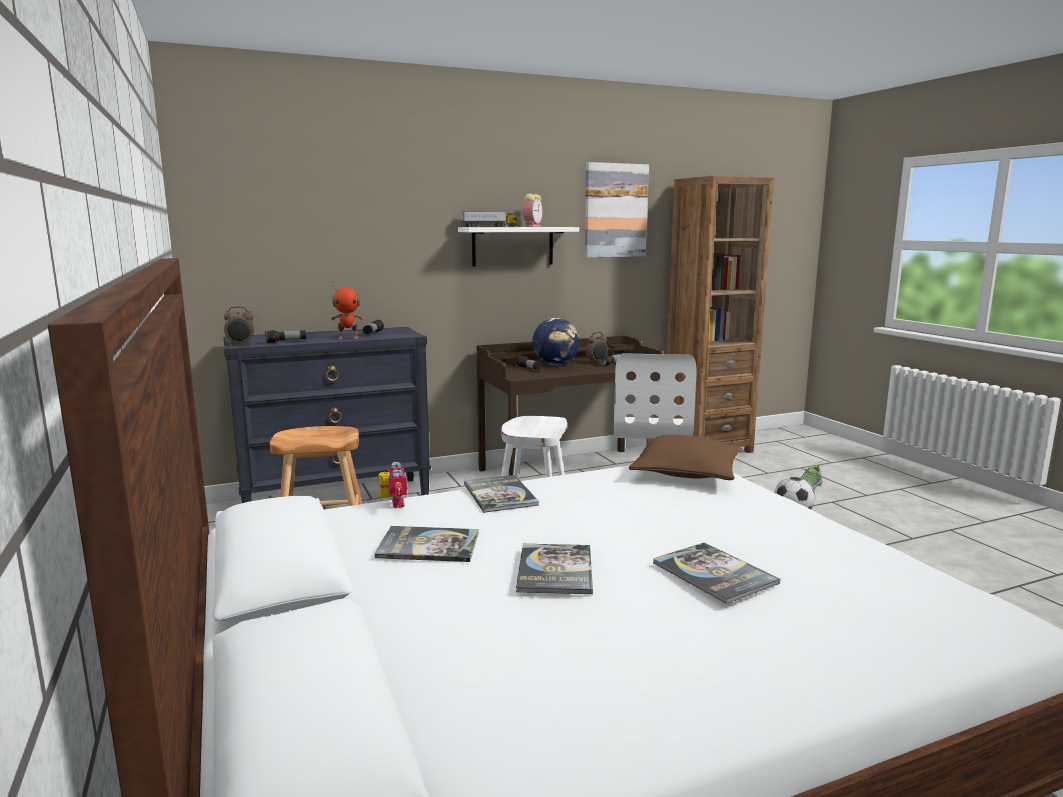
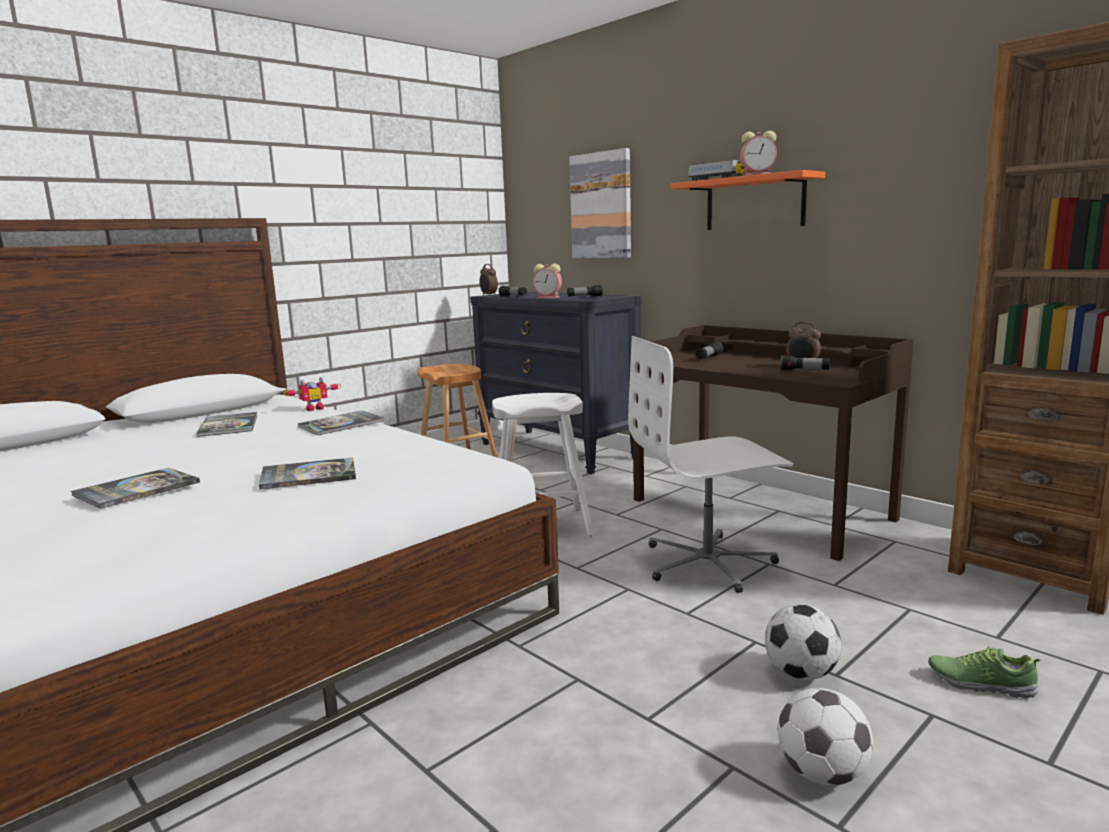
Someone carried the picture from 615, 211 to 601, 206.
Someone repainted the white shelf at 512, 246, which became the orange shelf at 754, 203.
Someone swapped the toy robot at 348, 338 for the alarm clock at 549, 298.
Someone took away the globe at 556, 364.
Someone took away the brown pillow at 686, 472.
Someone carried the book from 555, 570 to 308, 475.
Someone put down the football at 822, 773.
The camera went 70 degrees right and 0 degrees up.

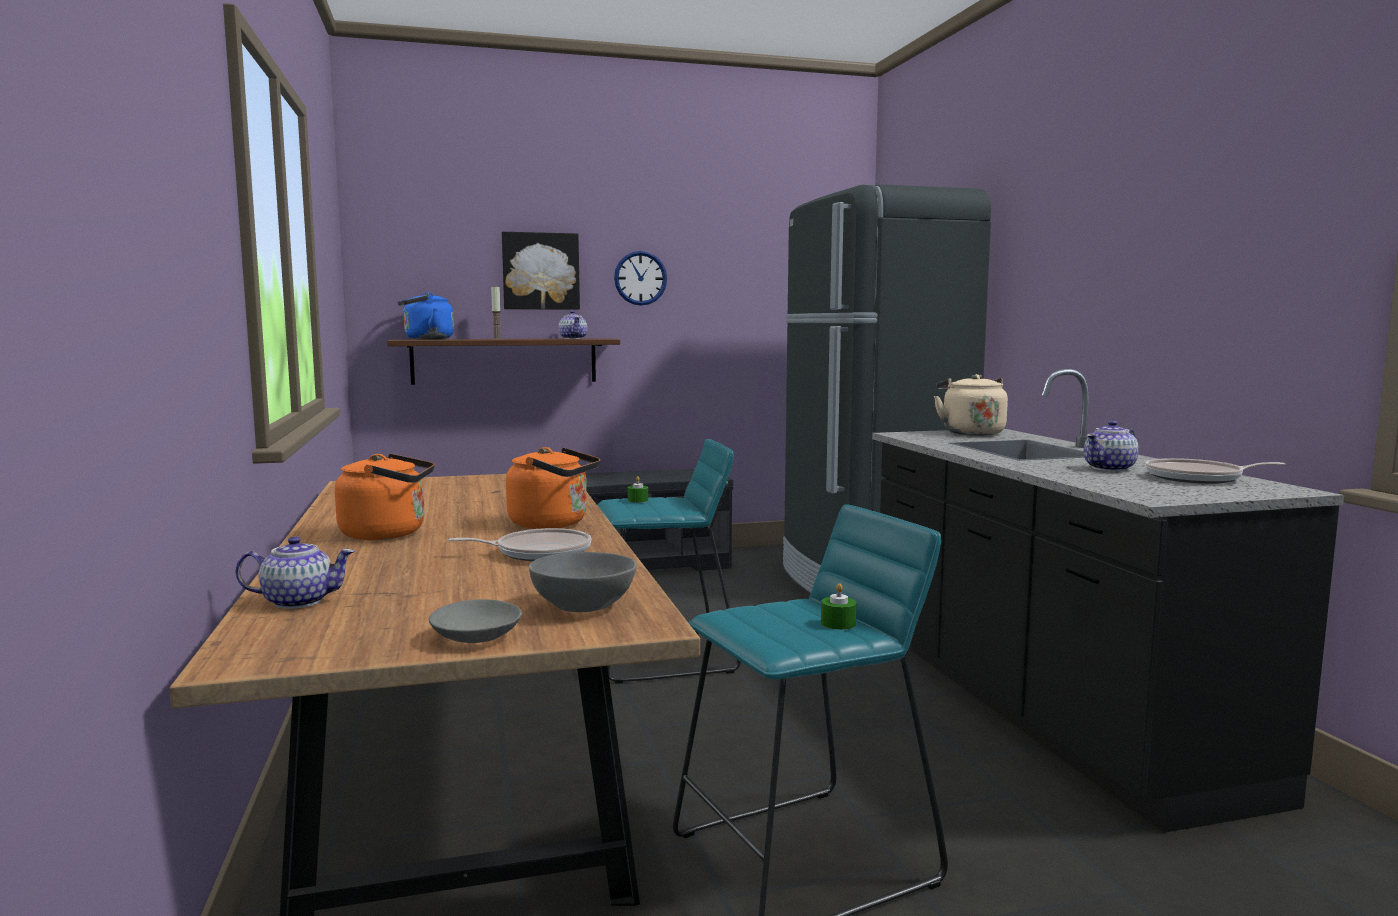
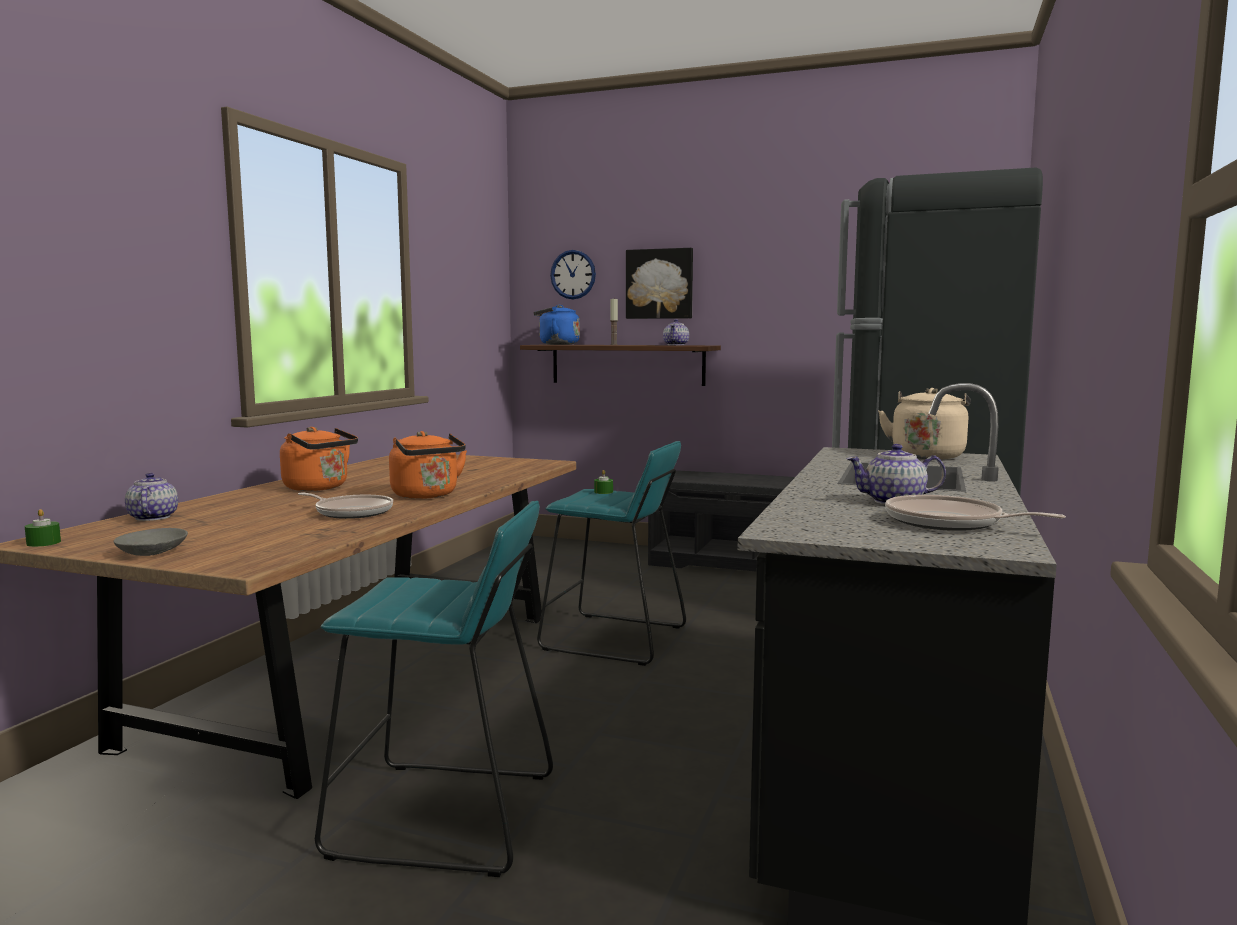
Someone carried the wall clock from 640, 278 to 573, 274.
Someone rotated the teapot at 298, 601 by 135 degrees counterclockwise.
Someone took away the grey bowl at 583, 606.
Someone carried the green candle from 838, 623 to 43, 543.
The camera went 35 degrees right and 0 degrees up.

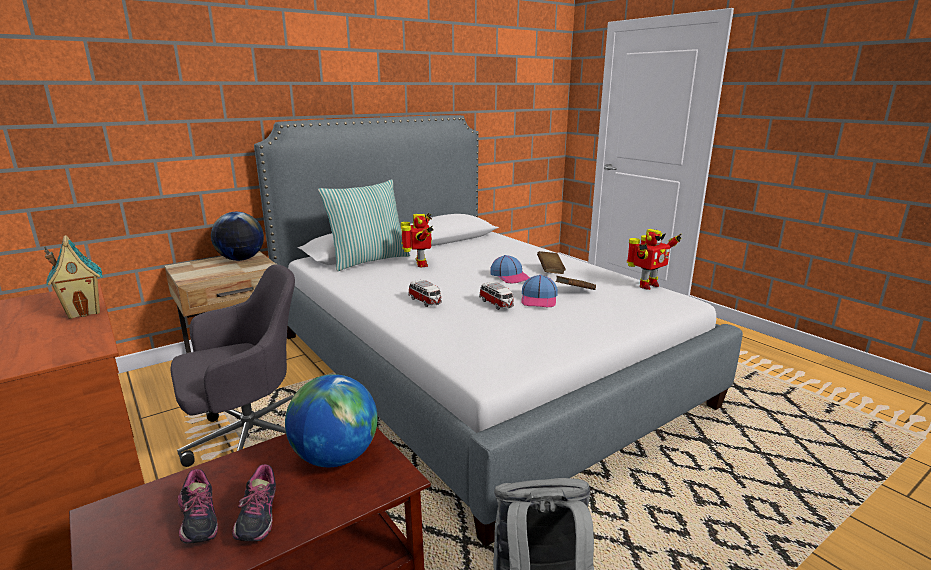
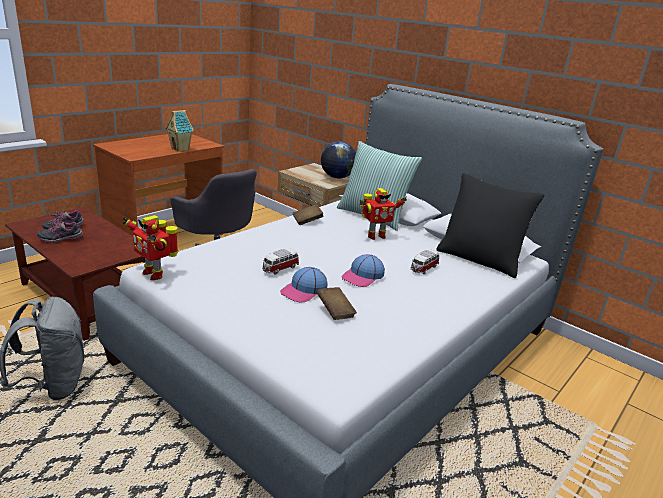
Someone carried the toy robot from 646, 285 to 154, 274.
Someone carried the brown book from 550, 270 to 307, 221.
Someone rotated the cap at 539, 299 by 45 degrees counterclockwise.
Someone carried the toy car from 425, 301 to 423, 268.
Someone took away the globe at 335, 457.
Someone put down the black pillow at 479, 259.
The camera went 75 degrees right and 5 degrees up.

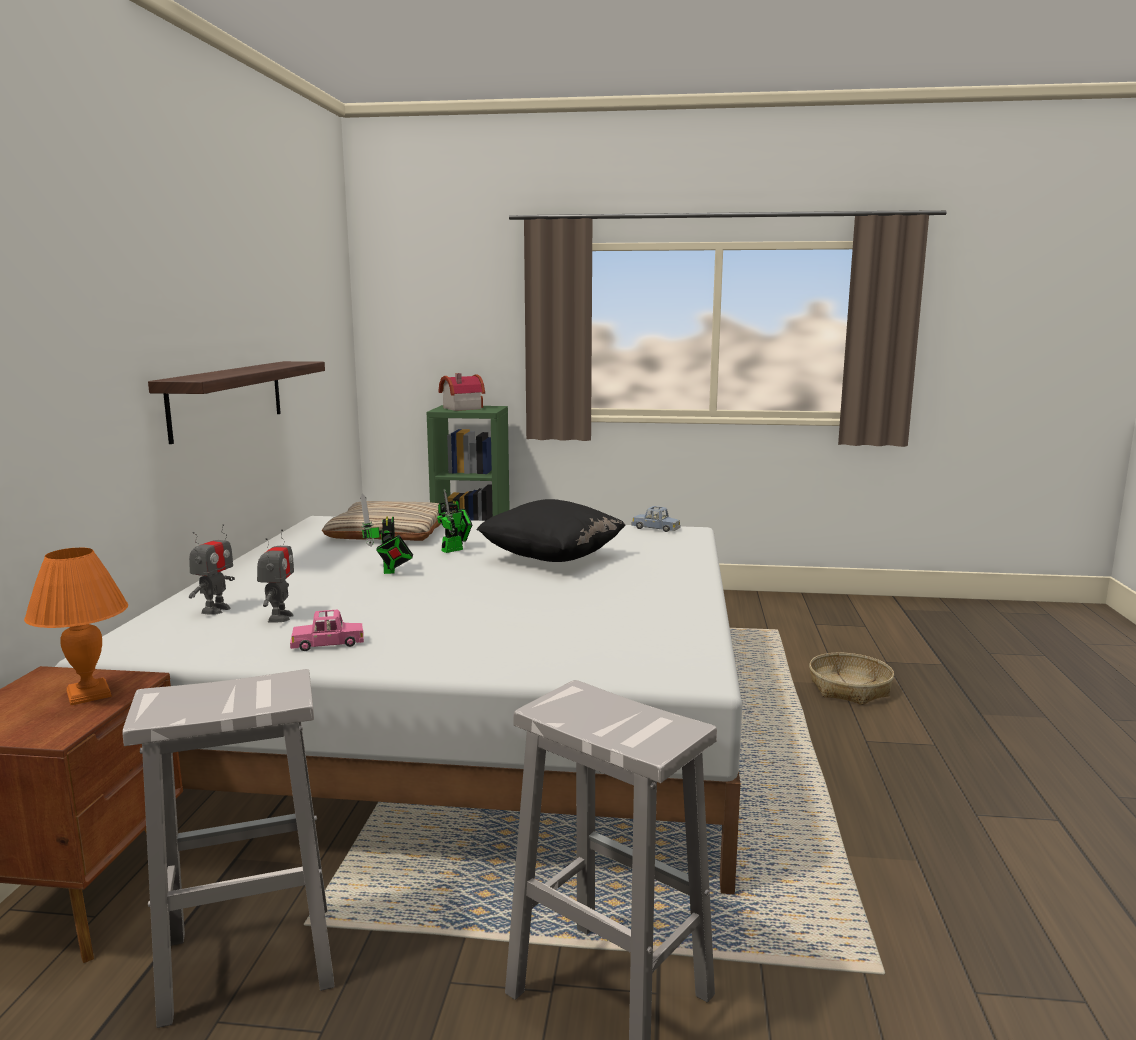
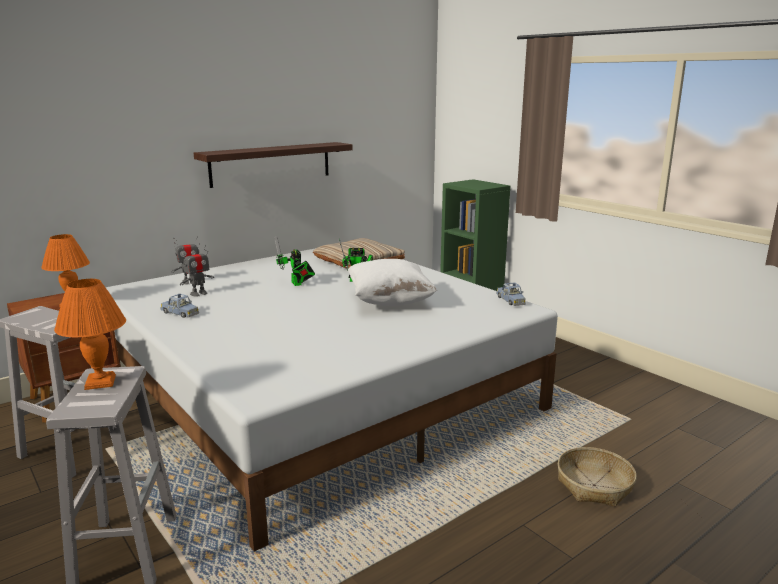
Someone took away the toy house at 460, 408.
Someone rotated the toy robot at 389, 571 by 60 degrees counterclockwise.
Someone repainted the black pillow at 551, 559, which became the white pillow at 389, 302.
Someone repainted the pink toy car at 328, 644, which became the blue toy car at 180, 313.
Someone put down the orange table lamp at 99, 382.
The camera went 45 degrees right and 5 degrees up.

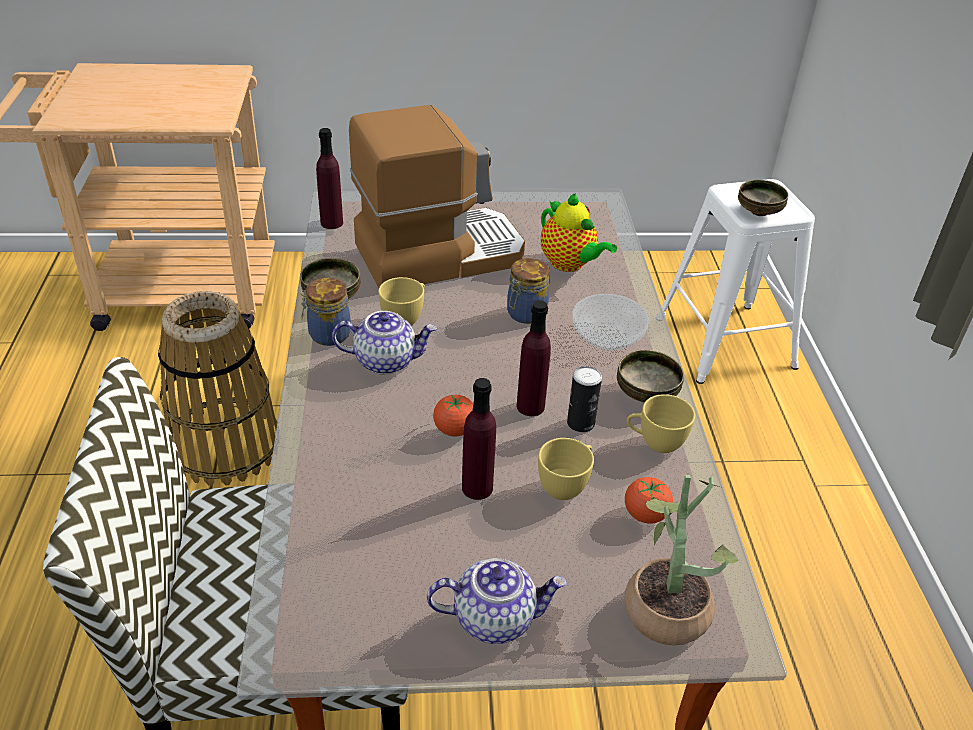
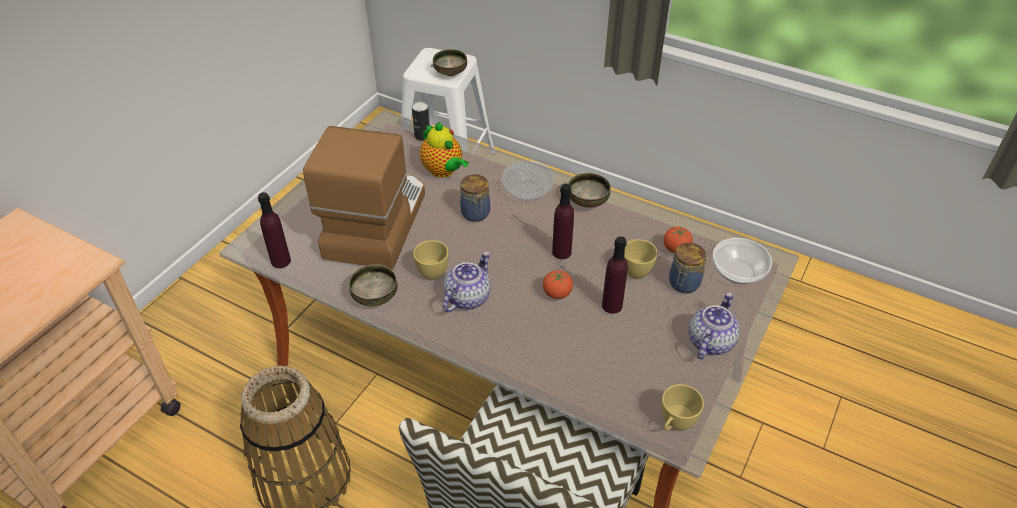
Someone rotated the teapot at 569, 264 by 60 degrees clockwise.
Someone carried the jar from 327, 334 to 683, 284.
Someone carried the can from 580, 423 to 422, 136.
Someone carried the yellow cup from 655, 442 to 675, 424.
Someone swapped the potted plant at 666, 602 for the bowl at 737, 272.
The camera went 55 degrees left and 5 degrees up.

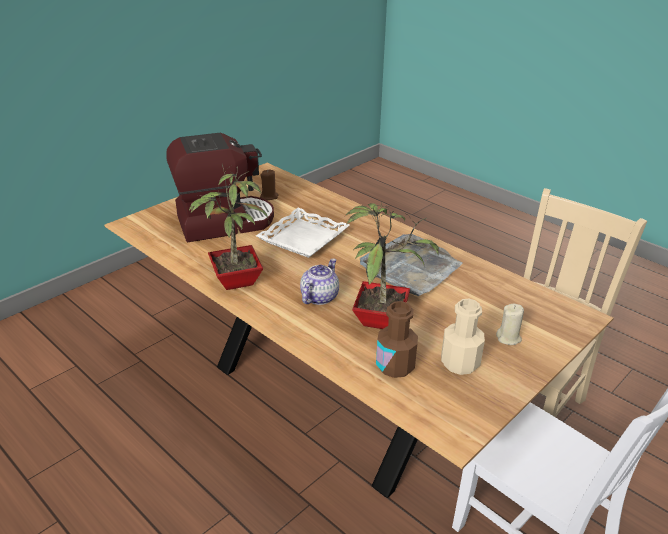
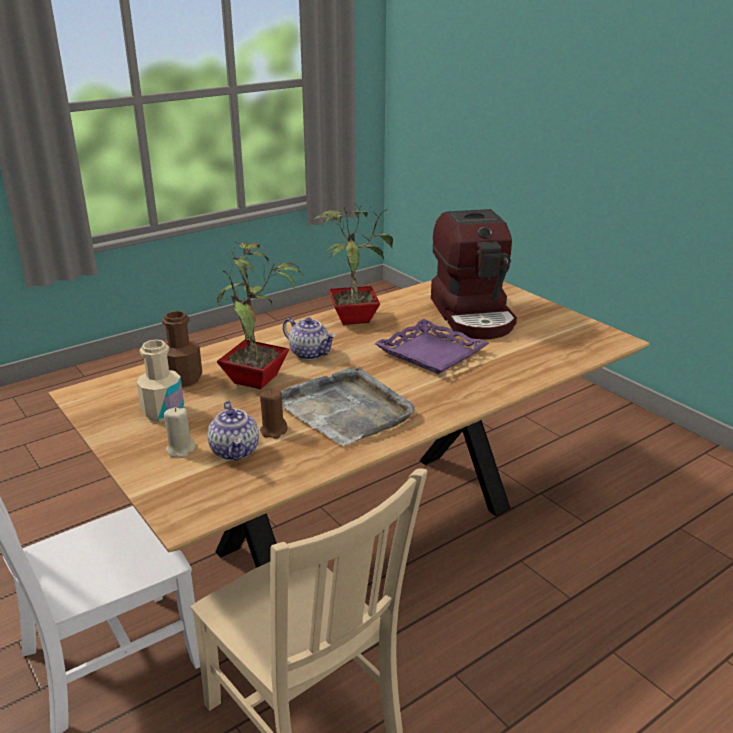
Someone carried the brown candle from 269, 196 to 273, 431.
Someone repainted the white tray at 304, 238, which became the purple tray at 430, 353.
Someone put down the teapot at 235, 451.
The camera went 100 degrees right and 5 degrees down.

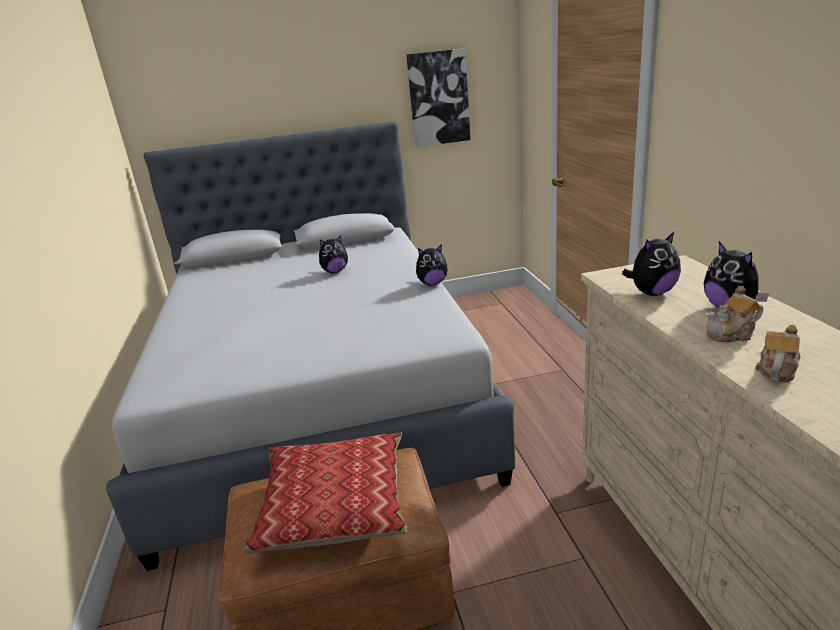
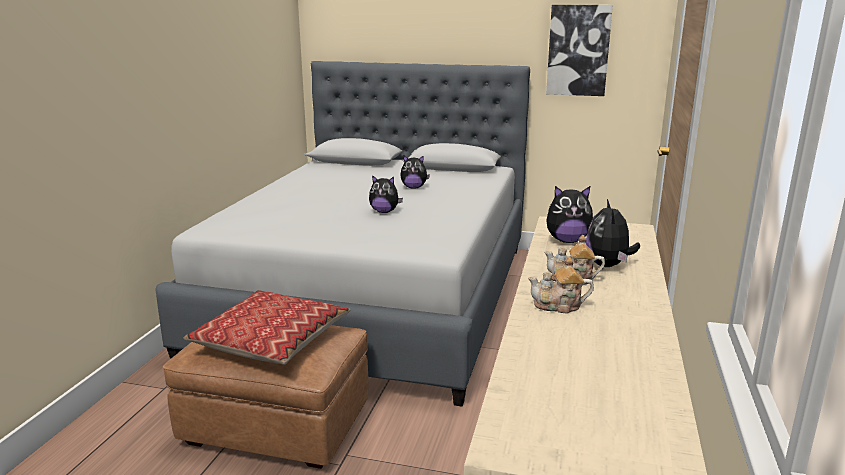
Someone carried the plush toy from 432, 283 to 384, 212.
Someone rotated the teapot at 776, 370 by 150 degrees counterclockwise.
The camera went 25 degrees right and 5 degrees down.

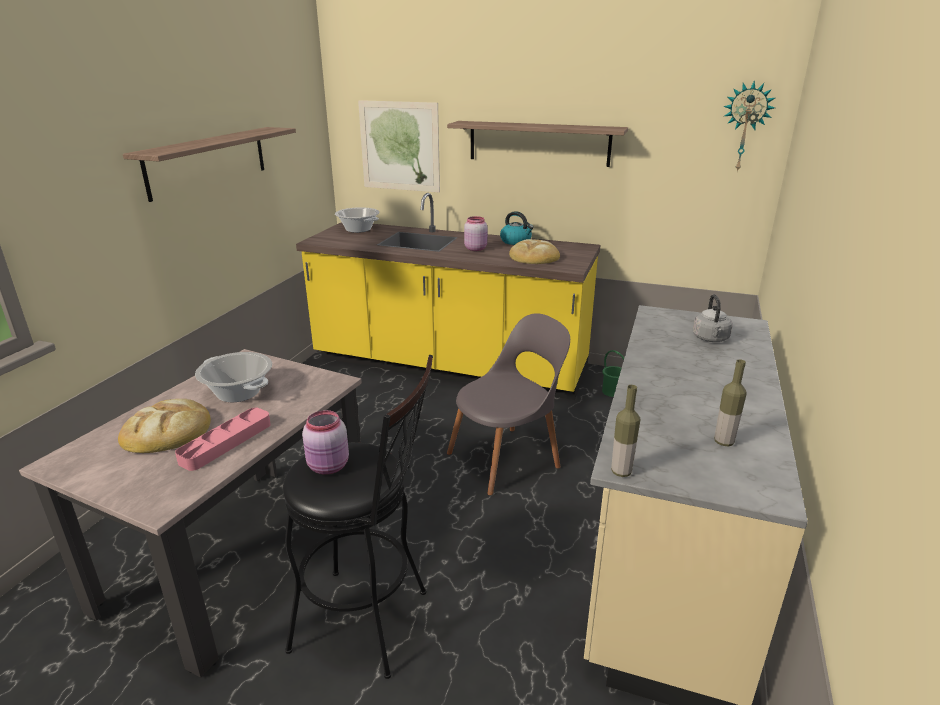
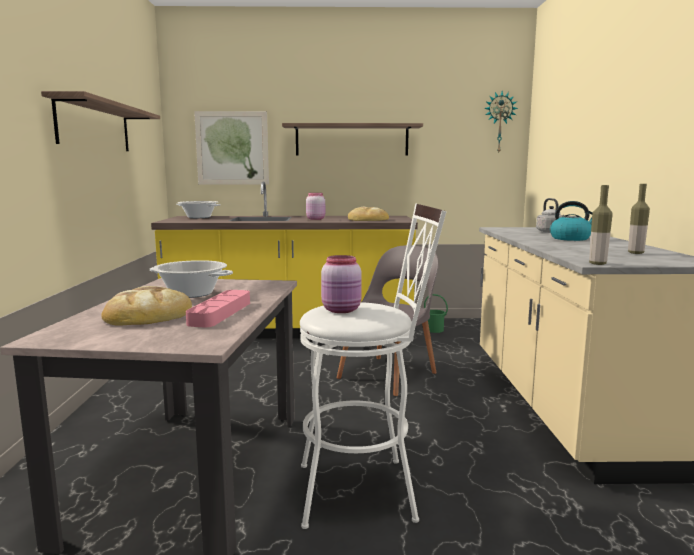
Someone carried the kettle from 516, 241 to 571, 238.
Someone repainted the black stool at 371, 623, which became the white stool at 367, 490.
The camera went 20 degrees left and 15 degrees down.

